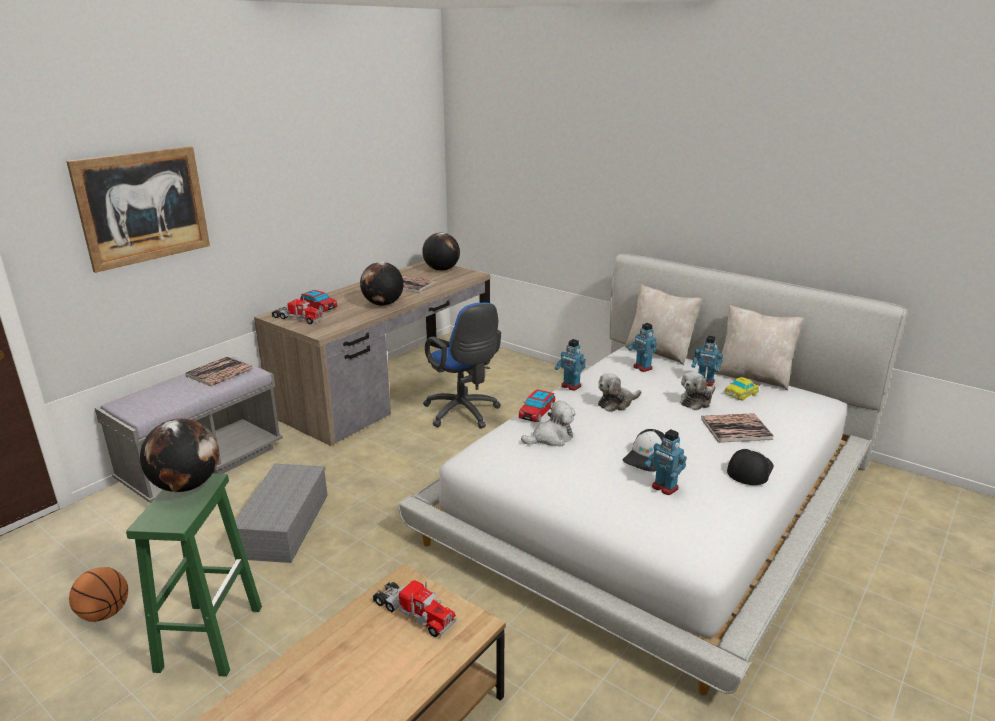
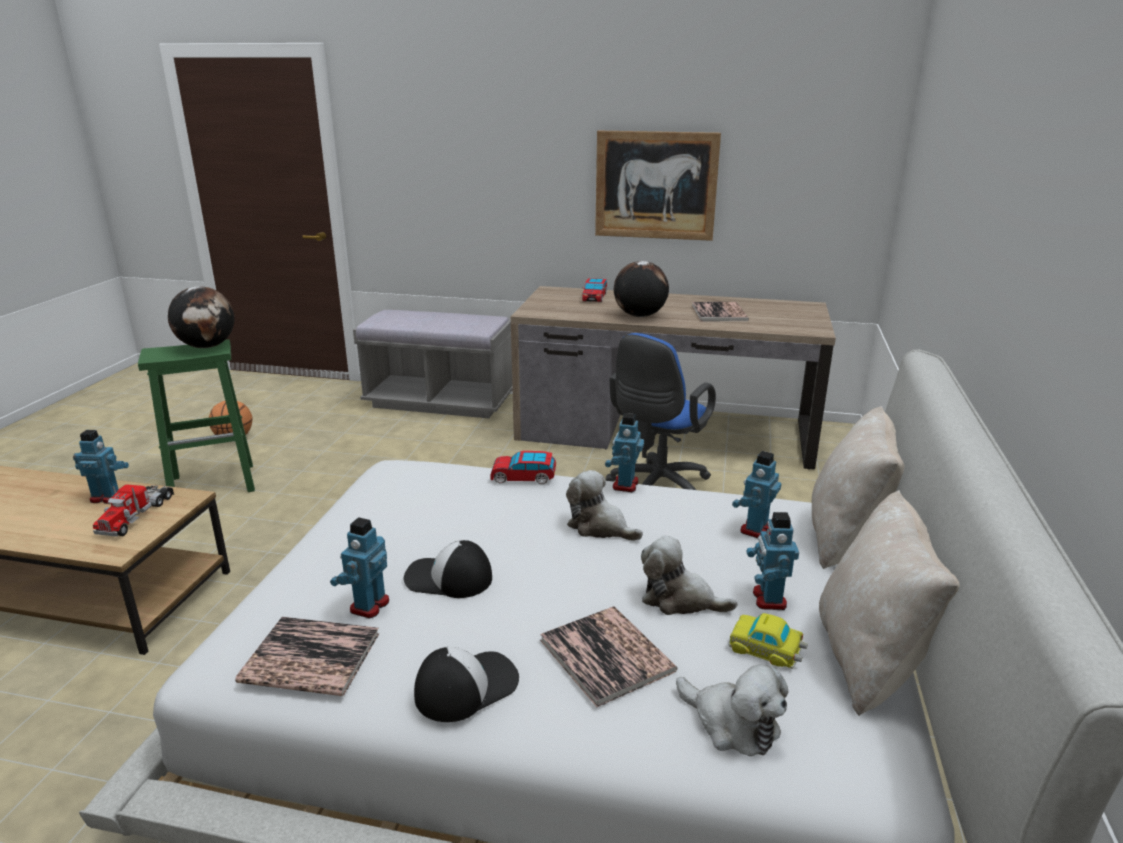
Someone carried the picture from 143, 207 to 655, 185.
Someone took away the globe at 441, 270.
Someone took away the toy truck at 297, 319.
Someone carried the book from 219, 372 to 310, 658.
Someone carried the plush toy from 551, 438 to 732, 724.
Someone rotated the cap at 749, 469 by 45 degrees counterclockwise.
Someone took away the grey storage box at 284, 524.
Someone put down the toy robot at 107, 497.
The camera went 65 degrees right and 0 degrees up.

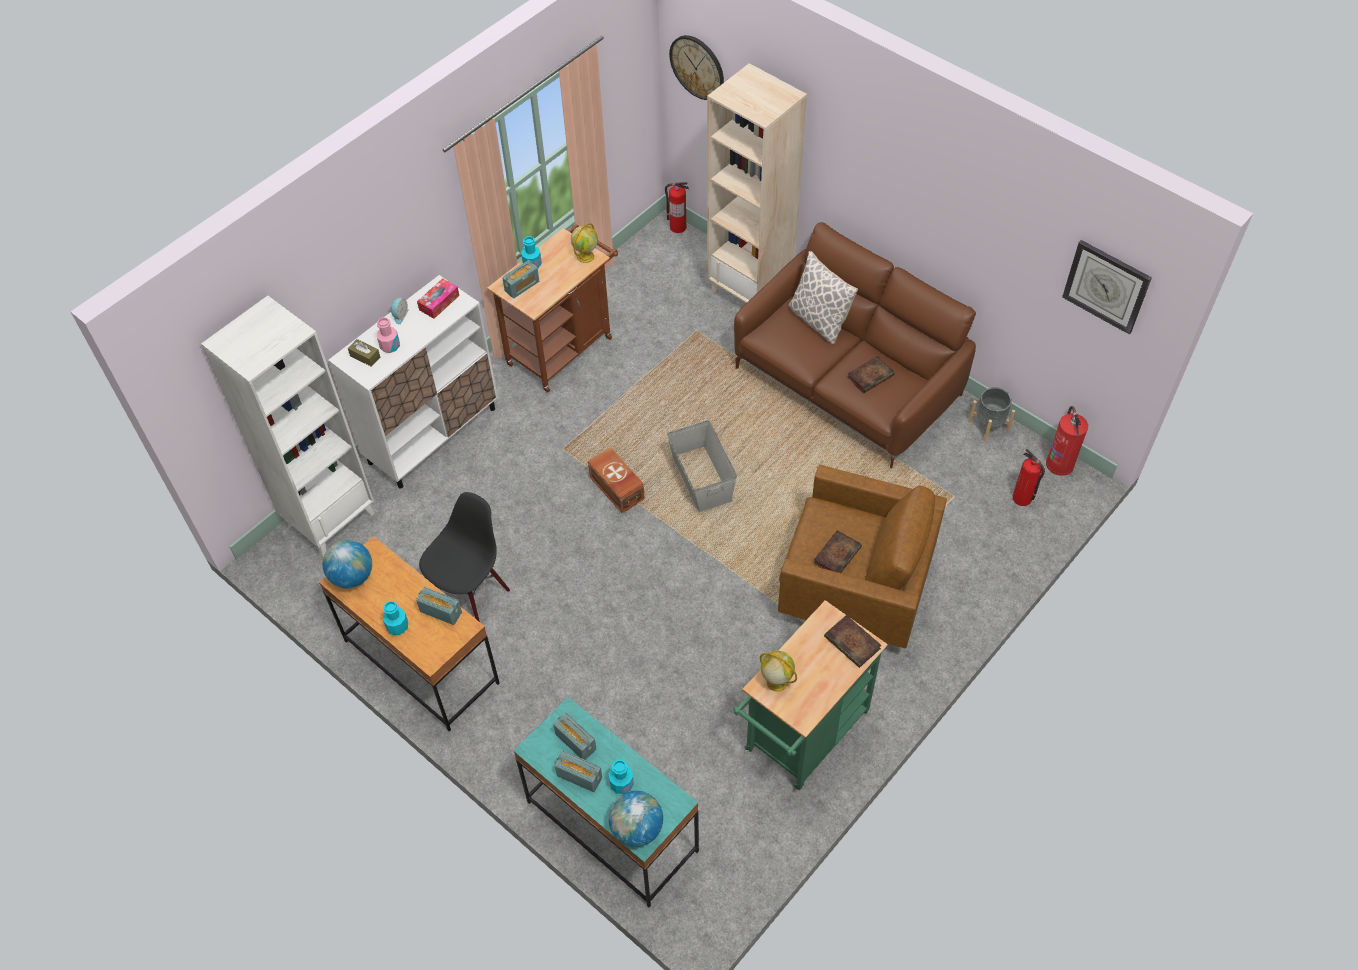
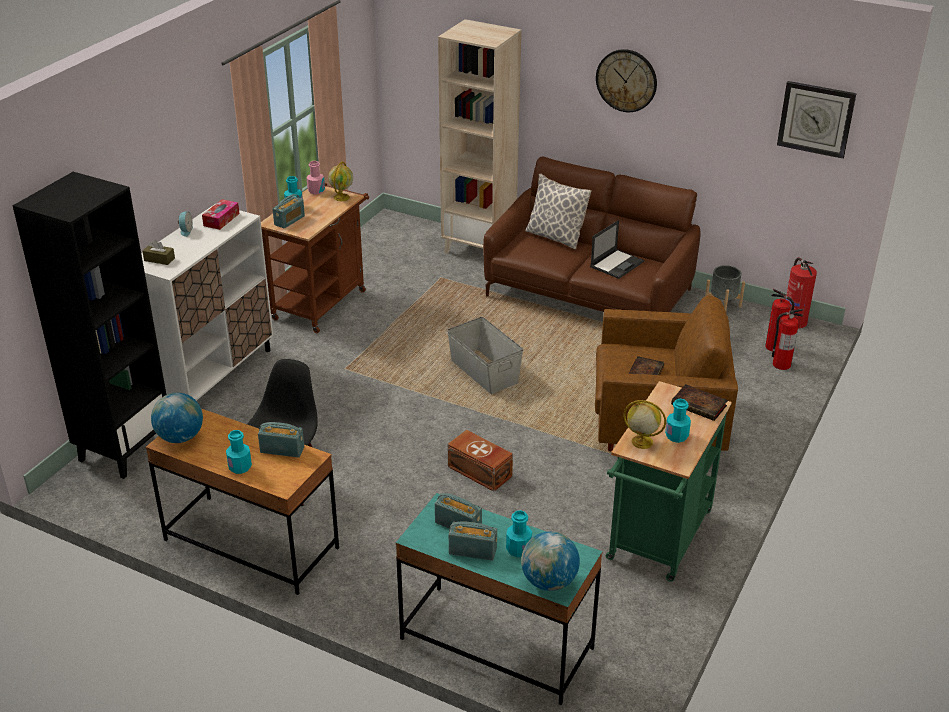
Someone carried the wall clock from 697, 67 to 626, 80.
Someone carried the fire extinguisher from 677, 227 to 781, 364.
Someone repainted the white bookcase at 330, 518, which became the black bookcase at 124, 449.
Someone carried the pink bottle from 390, 346 to 316, 191.
Someone swapped the book at 871, 376 for the laptop at 617, 264.
Someone carried the brown storage box from 616, 489 to 480, 472.
Someone put down the turquoise bottle at 676, 436.
The camera went 15 degrees left and 20 degrees down.

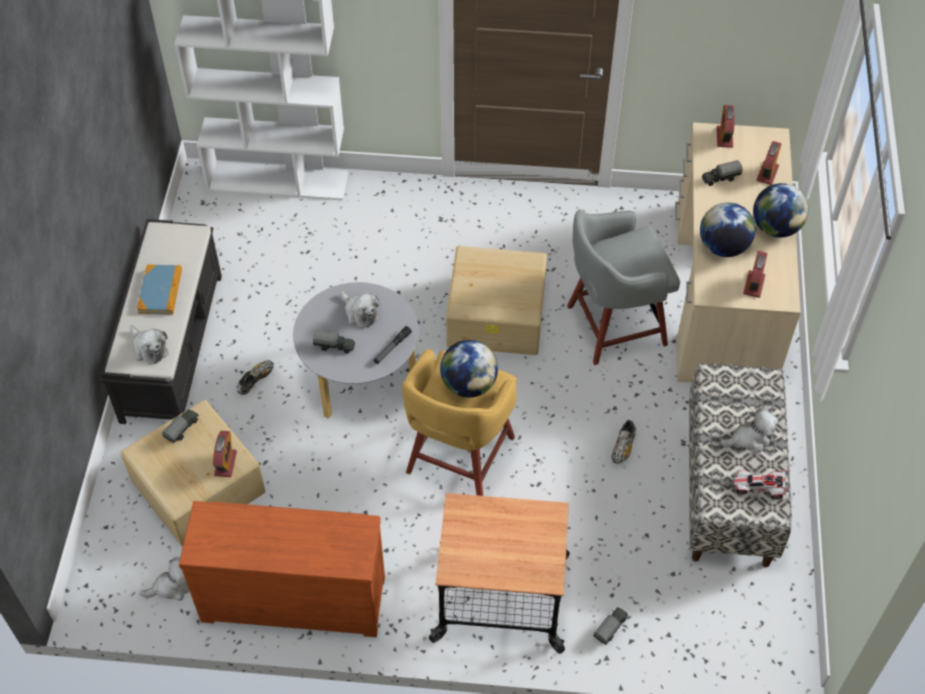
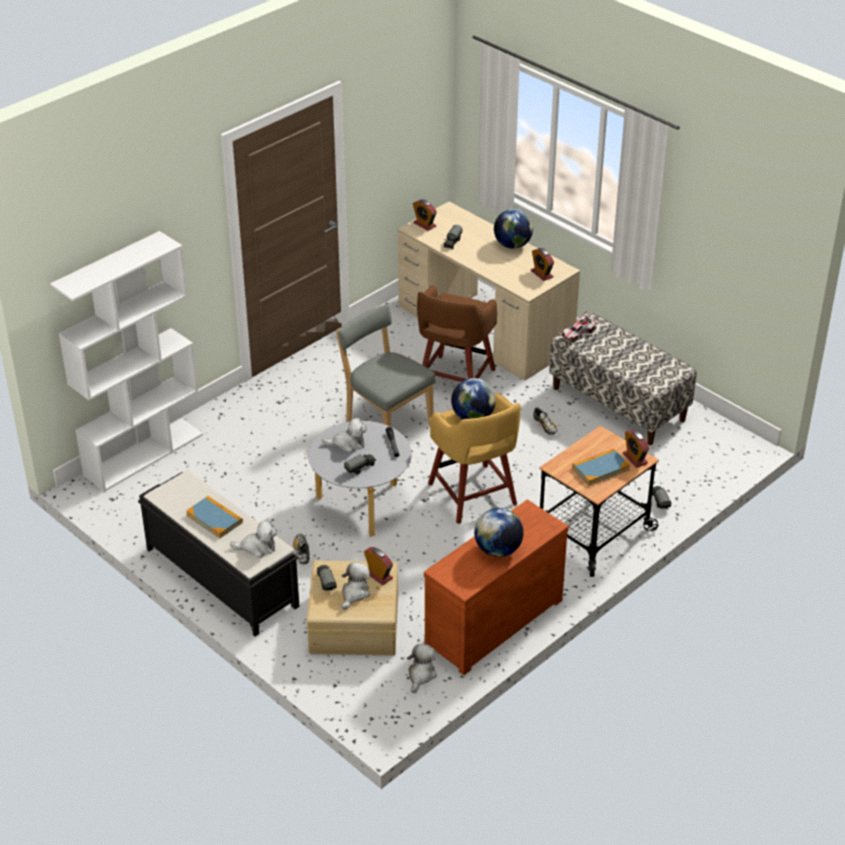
Someone carried the alarm clock from 767, 173 to 635, 458.
Someone carried the globe from 723, 247 to 498, 550.
Someone repainted the grey stool at 612, 326, which became the brown stool at 454, 381.
Someone swapped the beige storage box at 497, 315 for the grey chair at 386, 421.
Someone carried the plush toy from 749, 438 to 354, 593.
Someone carried the toy car from 759, 488 to 578, 334.
Someone put down the book at 600, 469.
The camera went 50 degrees left and 15 degrees down.

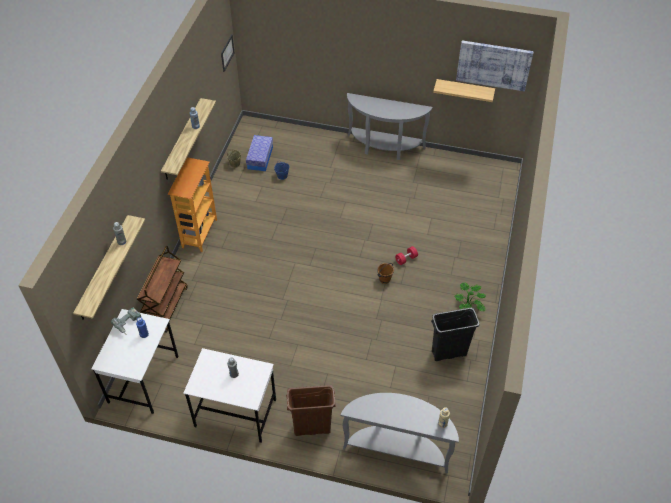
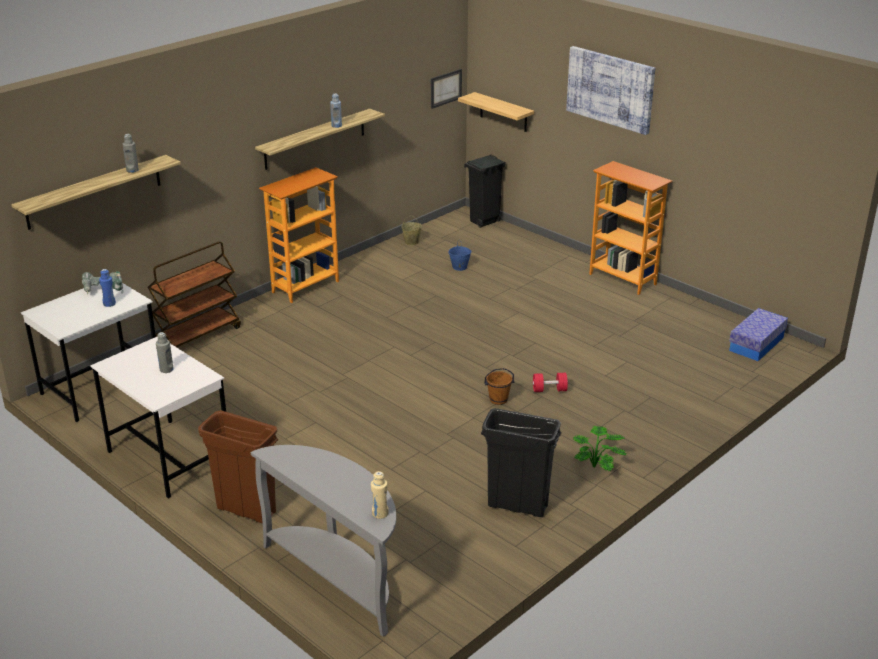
Someone carried the picture from 494, 64 to 611, 89.
Someone carried the shelf from 464, 90 to 503, 112.
Someone swapped the grey console table at 384, 148 for the bookcase at 623, 279.
Someone carried the storage box from 260, 158 to 756, 344.
Someone put down the black trash can at 484, 222.
The camera went 30 degrees right and 20 degrees down.

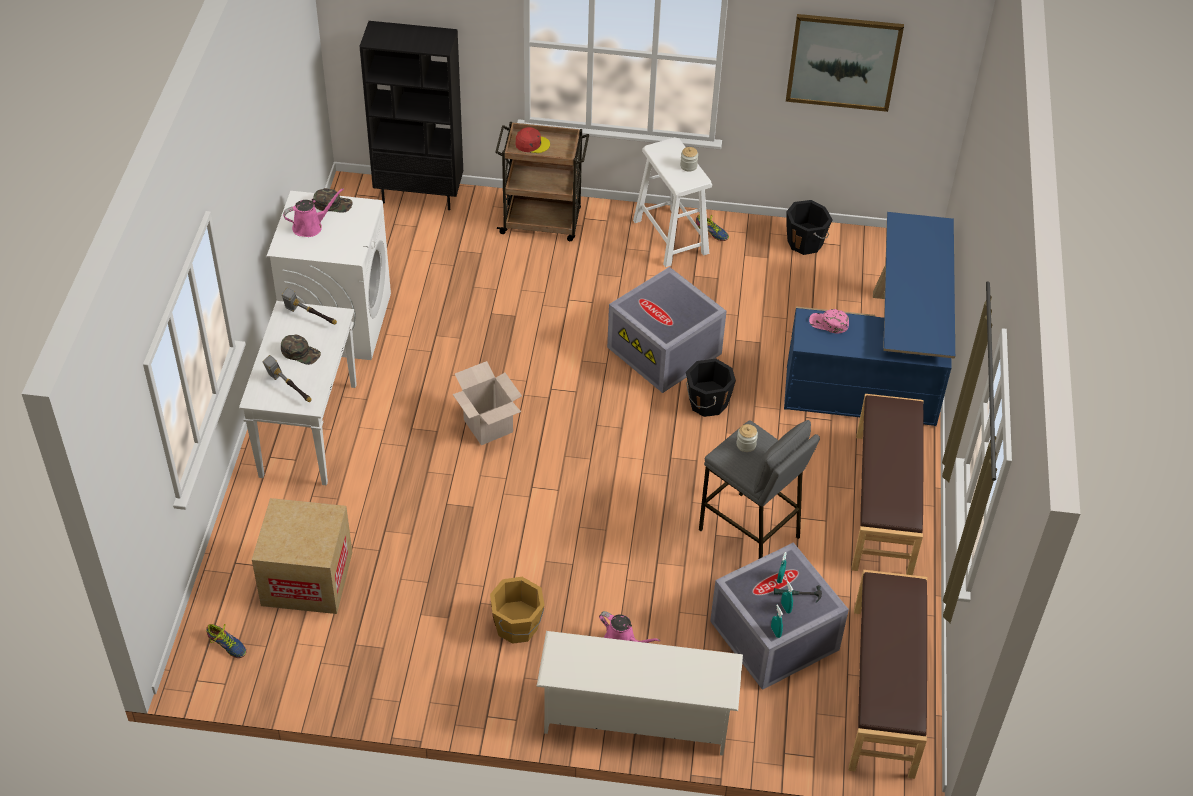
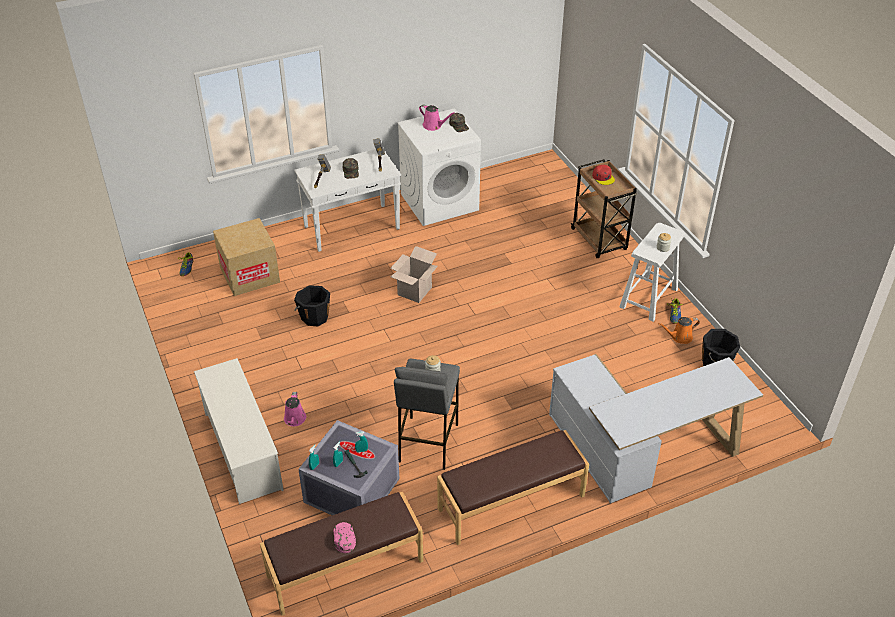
Someone took away the picture at 843, 62.
Someone took away the black bookcase at 420, 195.
Someone repainted the blue desk at 881, 365, which became the white desk at 640, 450.
Someone took away the grey storage box at 666, 350.
Someone carried the pink cap from 828, 324 to 344, 538.
Someone carried the black bucket from 707, 403 to 314, 316.
Someone took away the orange bucket at 517, 626.
Someone put down the orange watering can at 679, 337.
The camera went 60 degrees right and 5 degrees down.

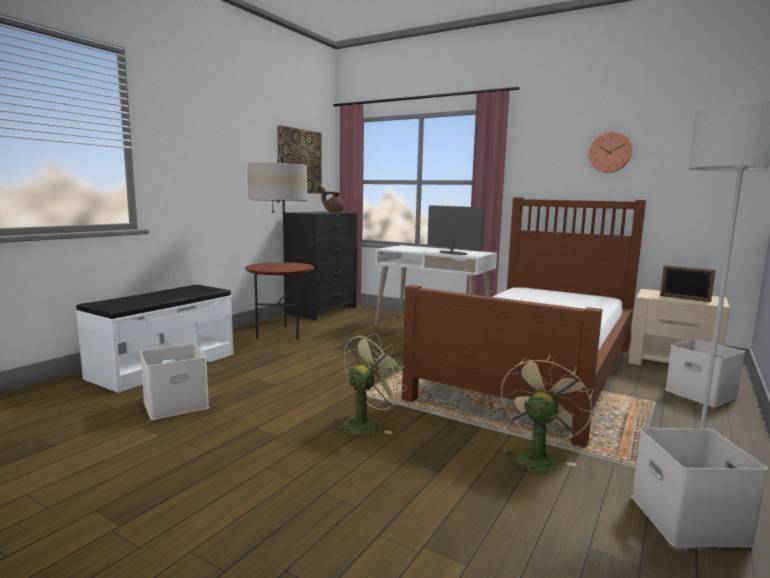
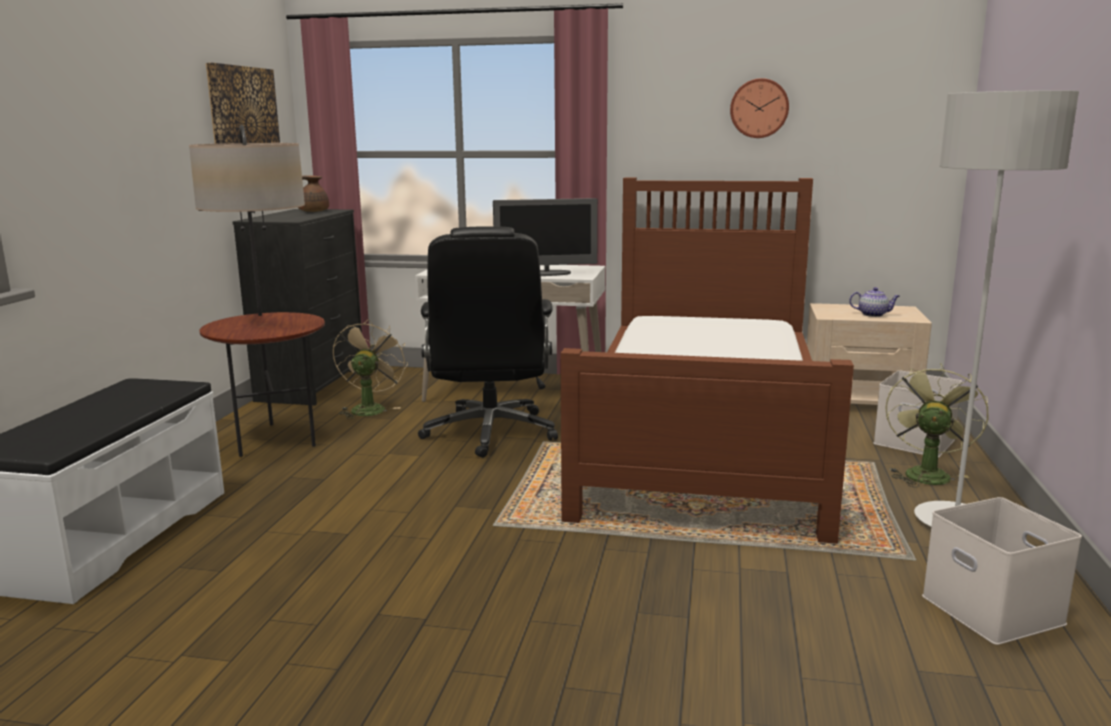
Someone rotated the monitor at 452, 253 by 150 degrees clockwise.
Someone swapped the picture frame at 684, 298 for the teapot at 873, 314.
Someone carried the green fan from 366, 424 to 926, 473.
Someone took away the white storage box at 176, 403.
Someone carried the beige fan from 537, 458 to 369, 408.
Someone put down the black office chair at 490, 433.
The camera went 20 degrees left and 5 degrees up.

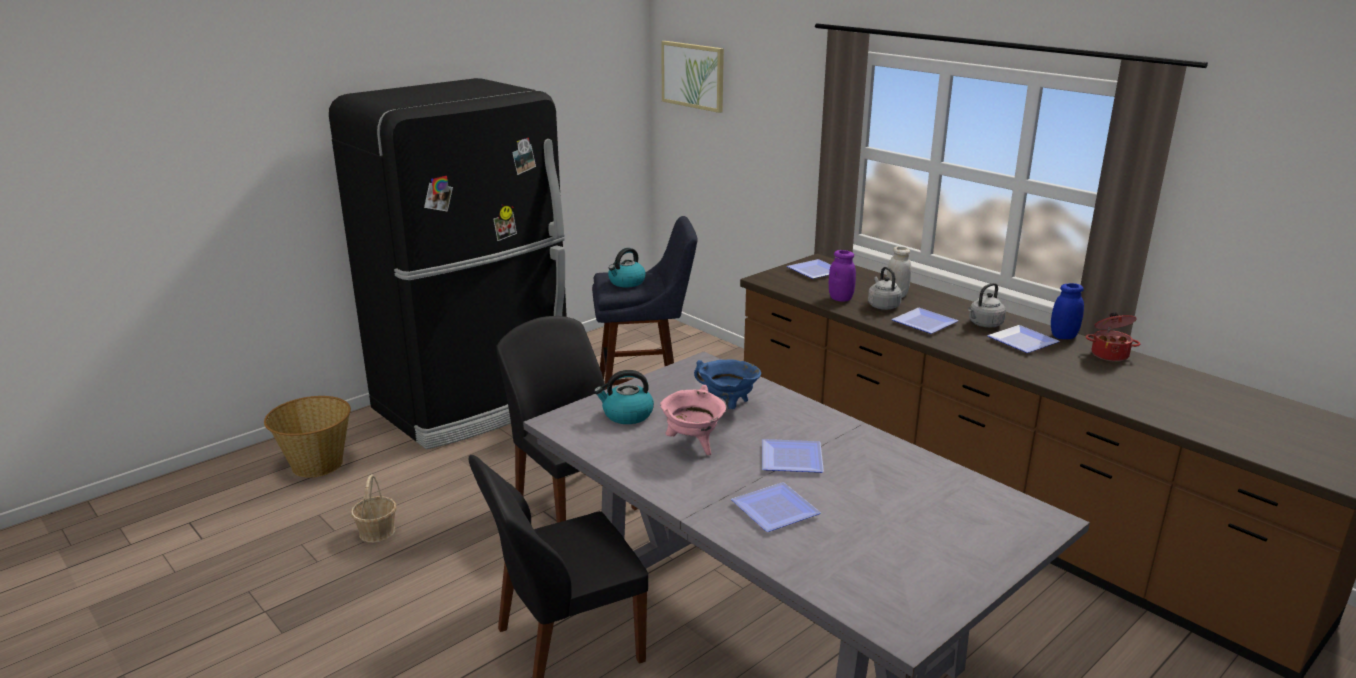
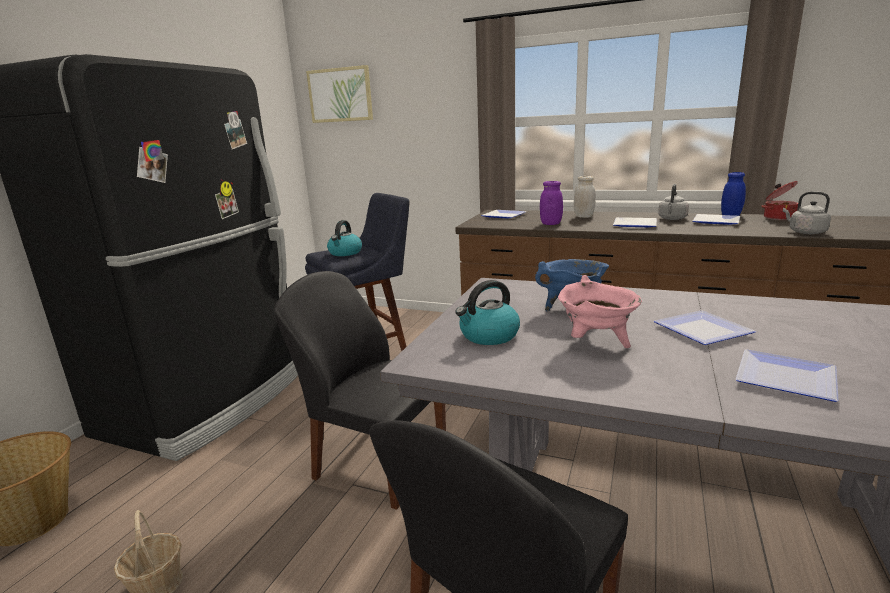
Someone carried the grey kettle from 882, 305 to 805, 232.
The camera went 25 degrees left and 5 degrees down.

